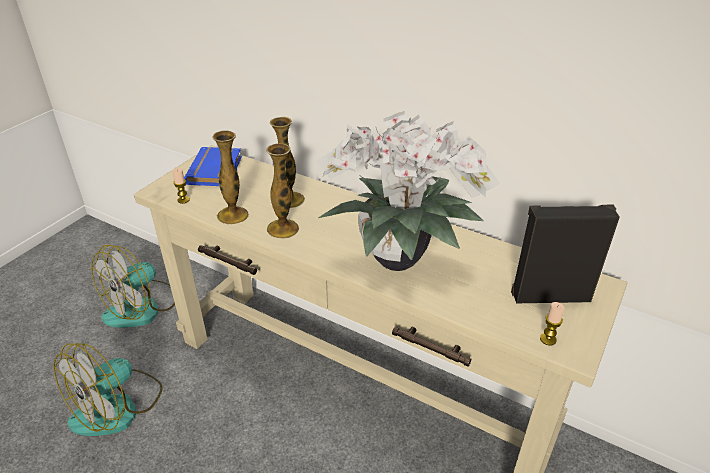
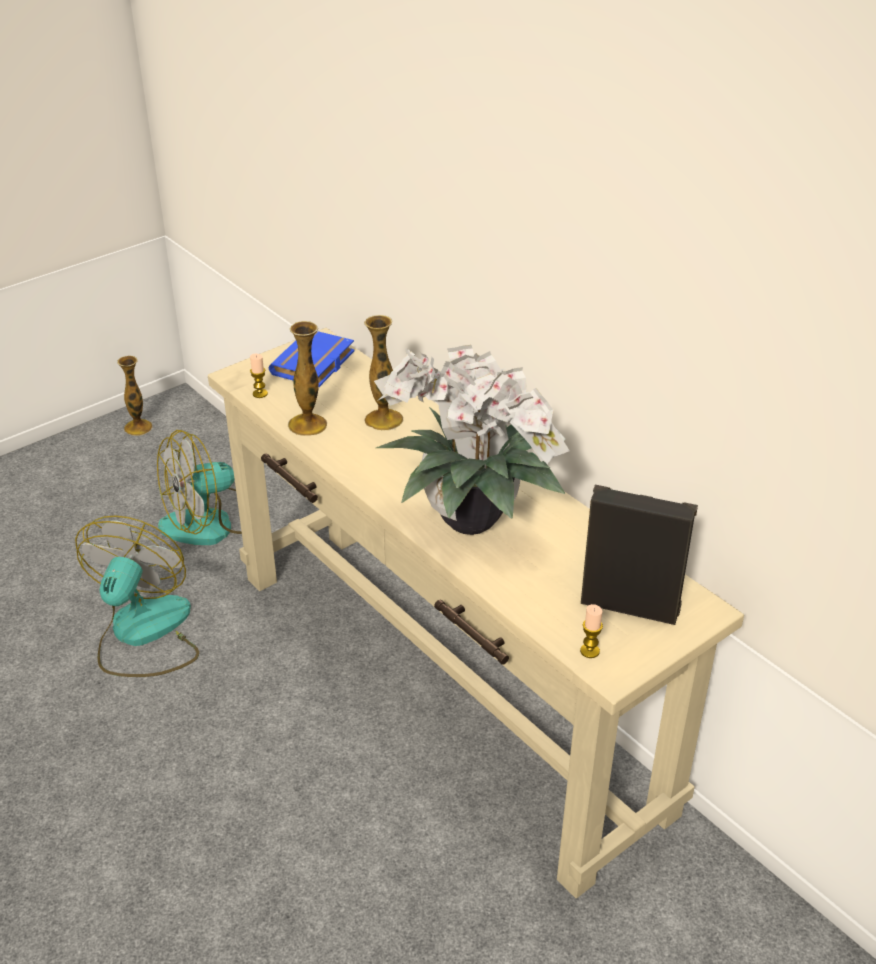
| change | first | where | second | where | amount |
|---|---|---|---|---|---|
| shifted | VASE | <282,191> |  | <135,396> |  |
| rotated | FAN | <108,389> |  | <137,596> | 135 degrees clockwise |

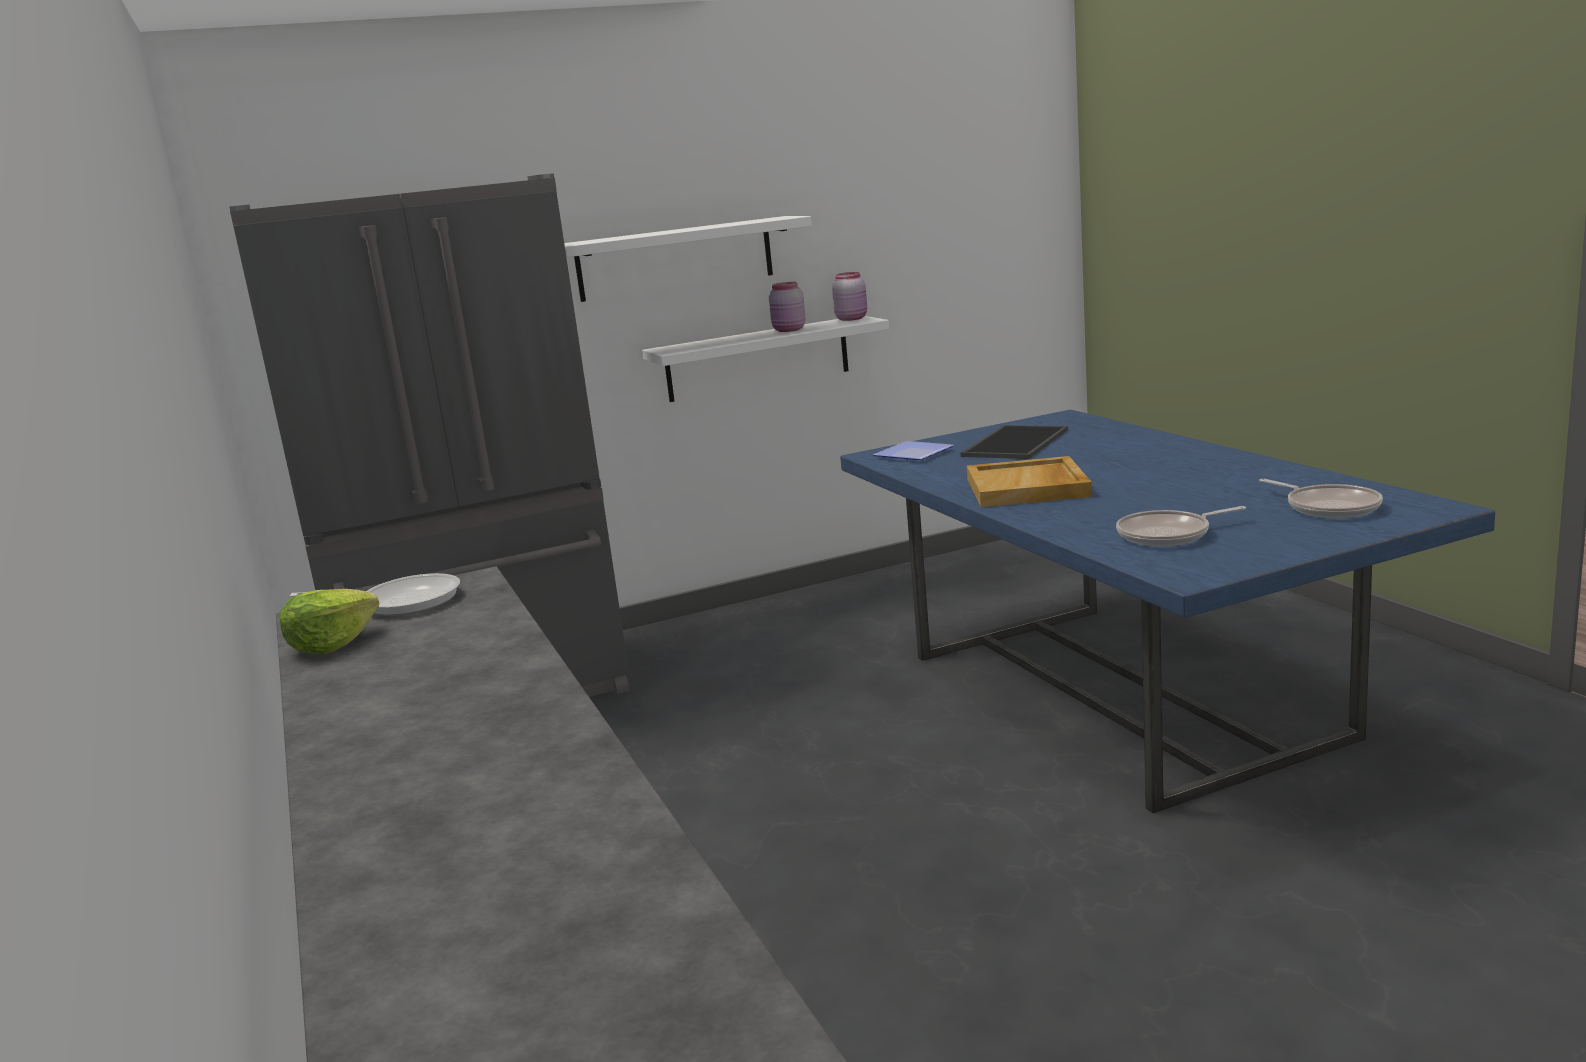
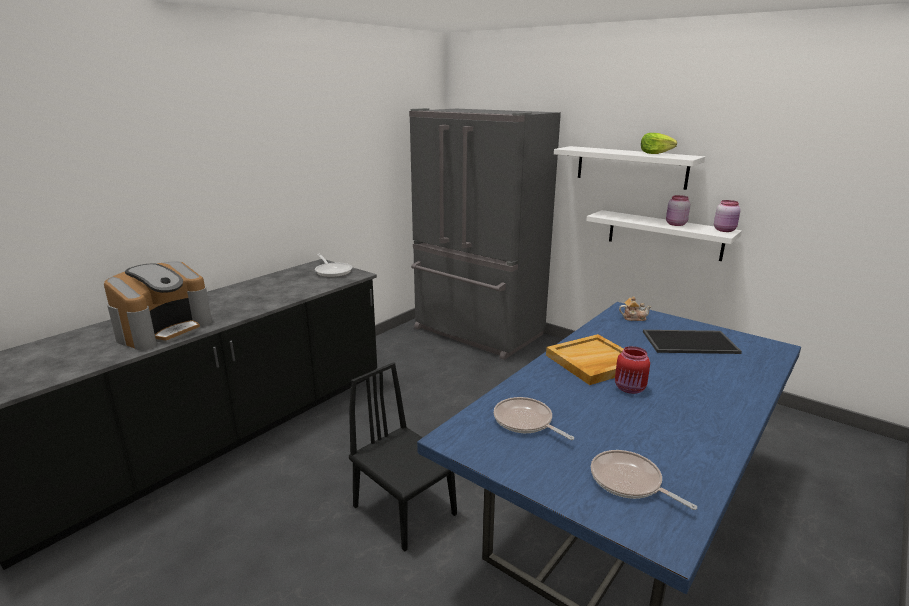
| change | first | where | second | where | amount |
|---|---|---|---|---|---|
| swapped | PLATE | <913,450> | TEAPOT | <635,308> |  |
| rotated | FRYING PAN | <1321,498> |  | <644,480> | 105 degrees clockwise |
| shifted | LETTUCE | <330,621> |  | <659,143> |  |
| new |  |  | COFFEE MACHINE | <158,305> |  |
| new |  |  | RED JAR | <632,370> |  |
| new |  |  | BLACK CHAIR | <403,456> |  |

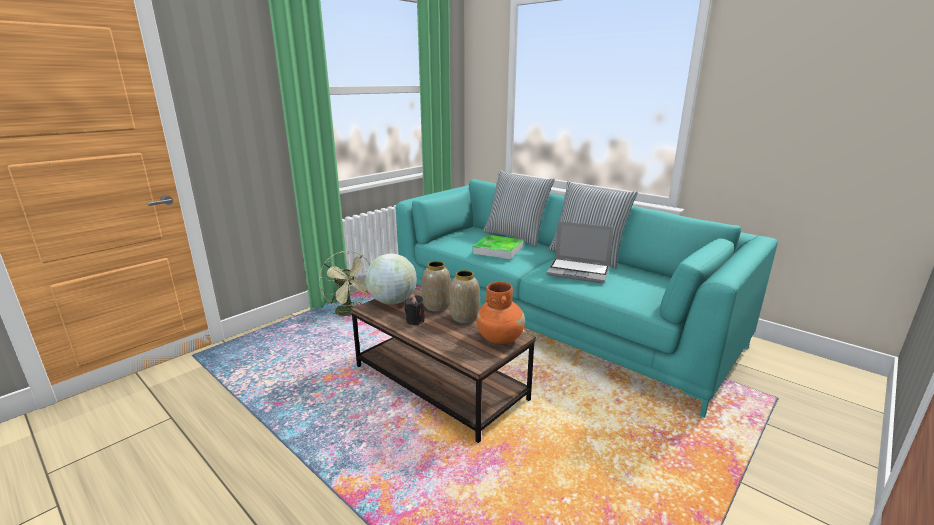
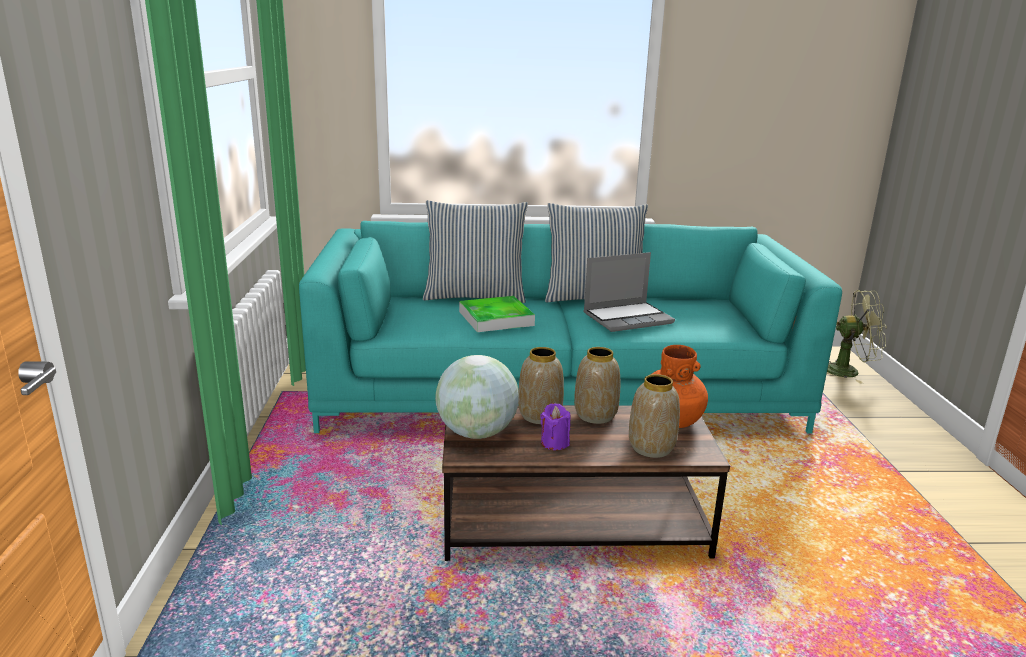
| change | first | where | second | where | amount |
|---|---|---|---|---|---|
| shifted | GREEN FAN | <344,283> |  | <857,337> |  |
| repainted | BLACK CANDLE | <415,310> | PURPLE CANDLE | <555,426> |  |
| new |  |  | VASE | <654,416> |  |

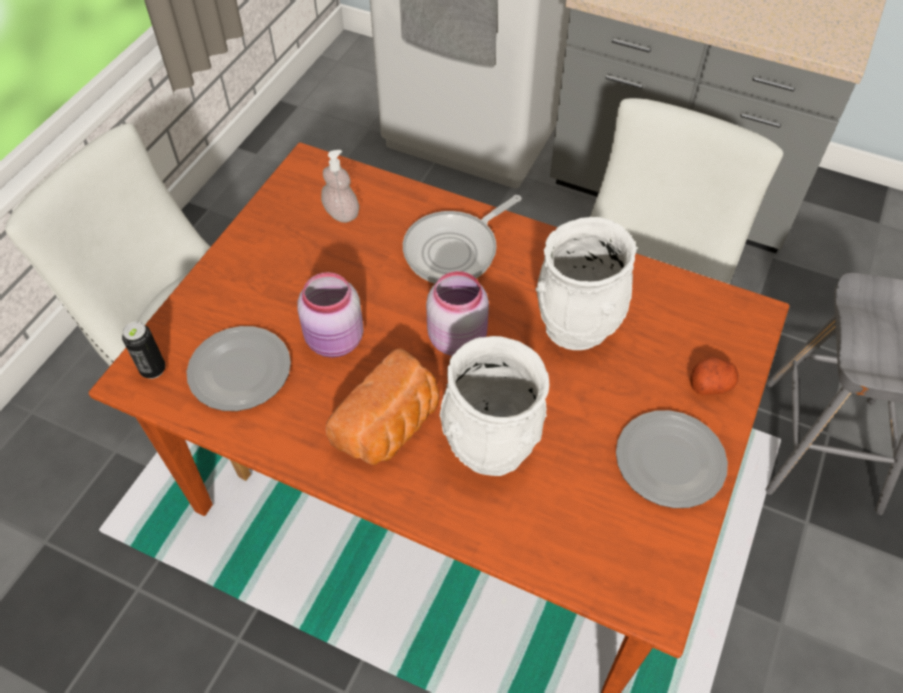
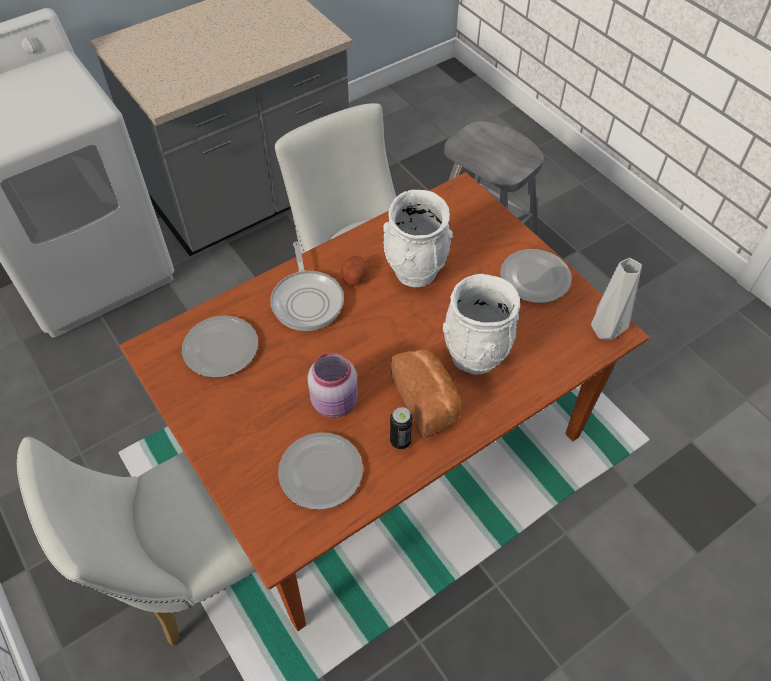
| change | first | where | second | where | amount |
|---|---|---|---|---|---|
| swapped | SOAP DISPENSER | <340,186> | PLATE | <220,346> |  |
| gone | PINK JAR | <457,313> |  |  |  |
| shifted | CAN | <144,350> |  | <401,428> |  |
| shifted | POTATO | <714,376> |  | <354,270> |  |
| new |  |  | GREY VASE | <616,299> |  |

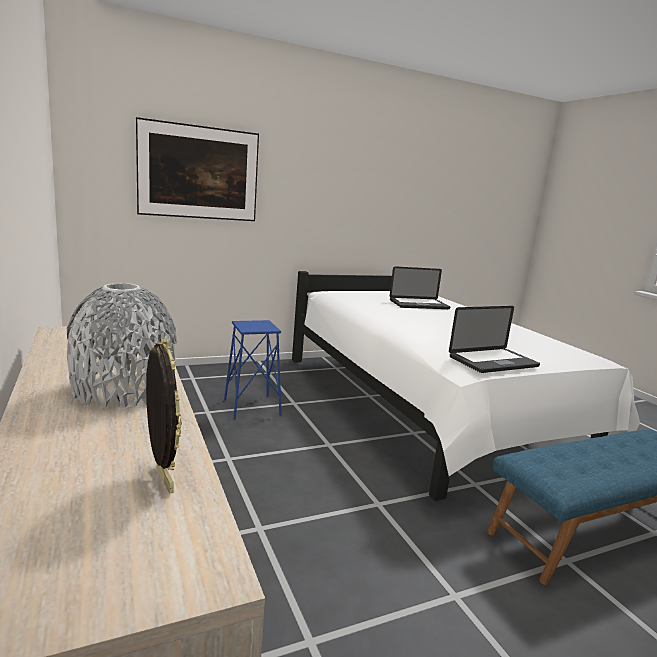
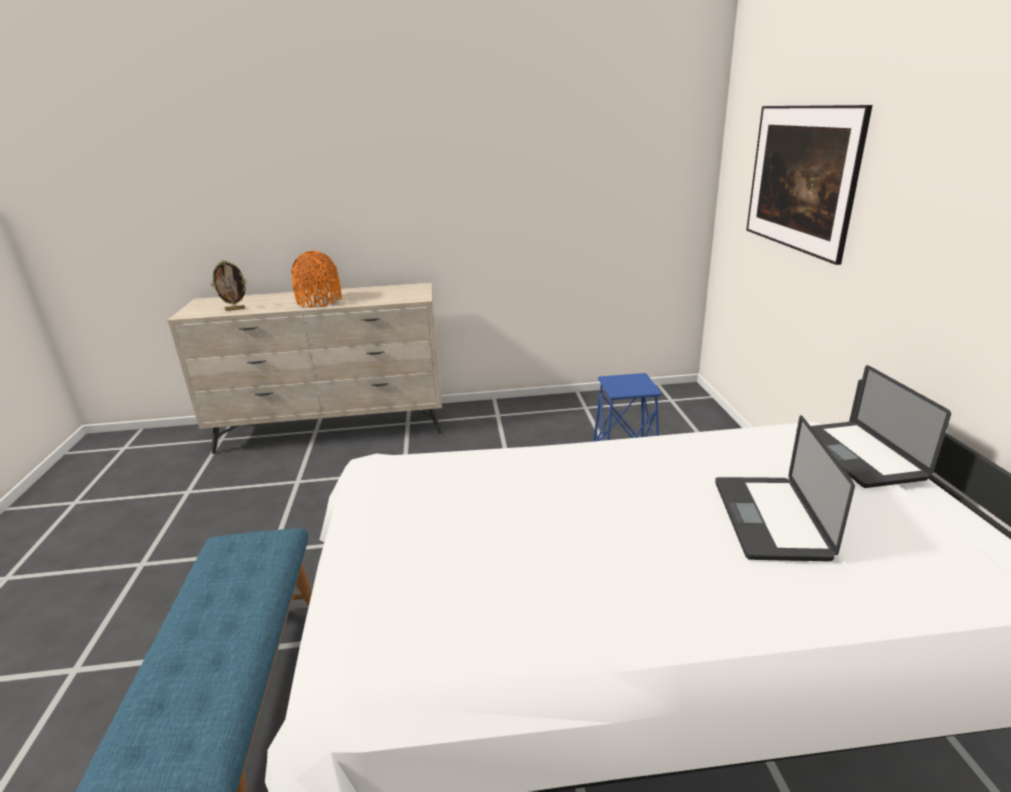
| change | first | where | second | where | amount |
|---|---|---|---|---|---|
| repainted | GREY VASE | <122,346> | ORANGE VASE | <316,279> |  |
| shifted | LAPTOP | <494,339> |  | <881,426> |  |

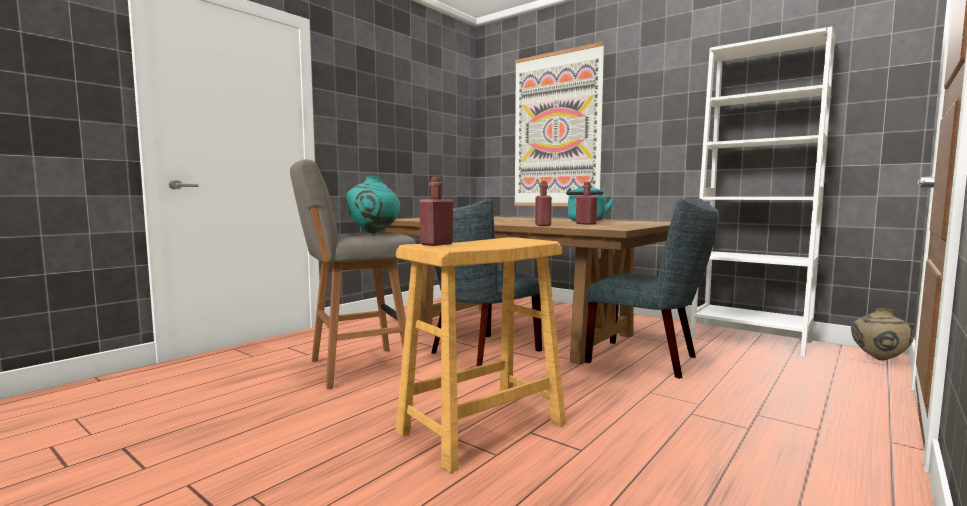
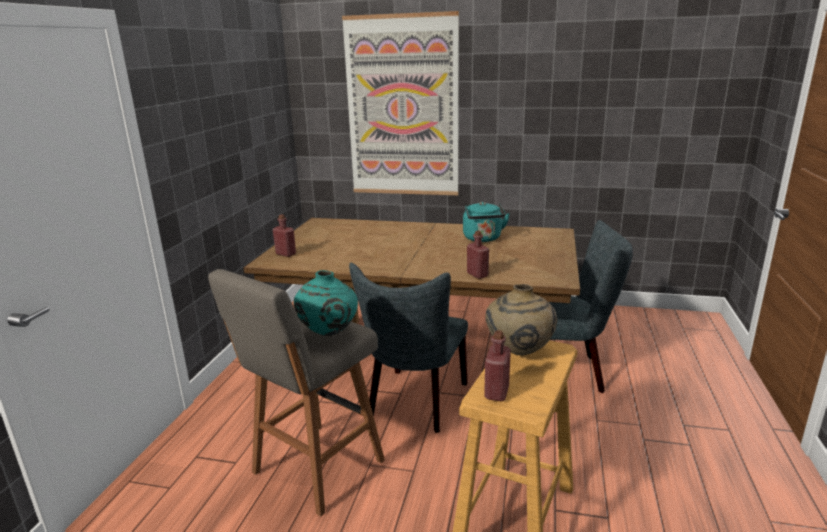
| change | first | where | second | where | amount |
|---|---|---|---|---|---|
| gone | WHITE BOOKCASE | <762,191> |  |  |  |
| shifted | RED BOTTLE | <587,203> |  | <284,235> |  |
| shifted | BEIGE VASE | <882,334> |  | <521,320> |  |

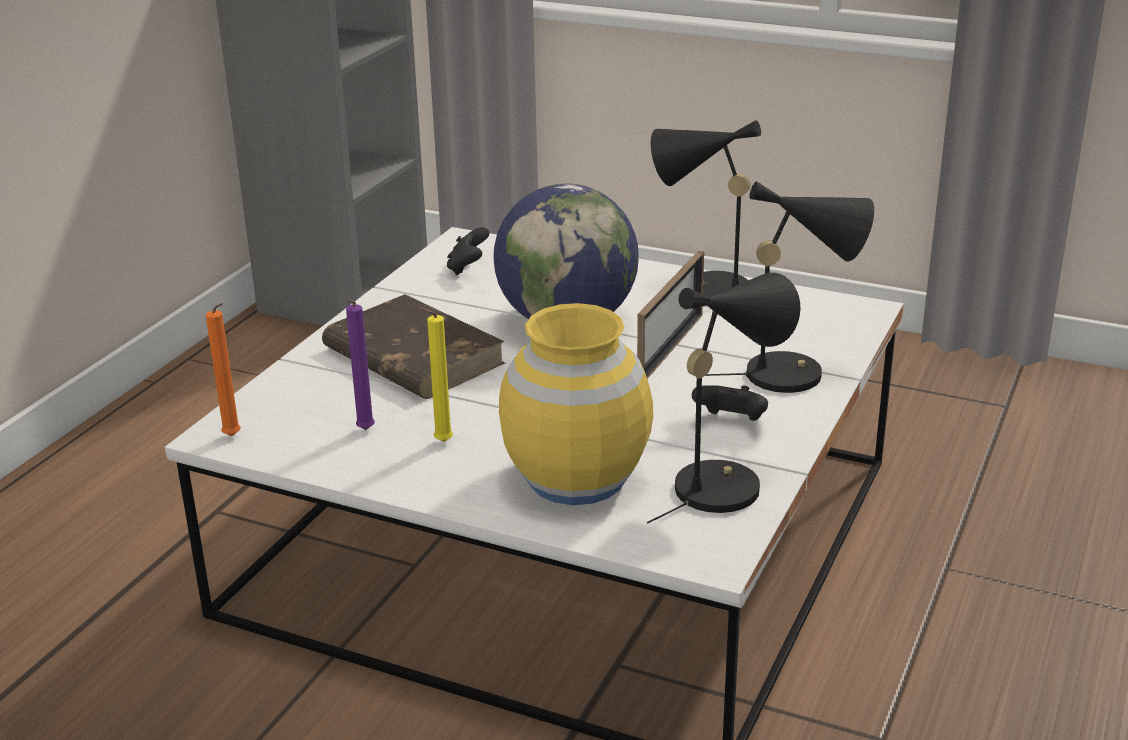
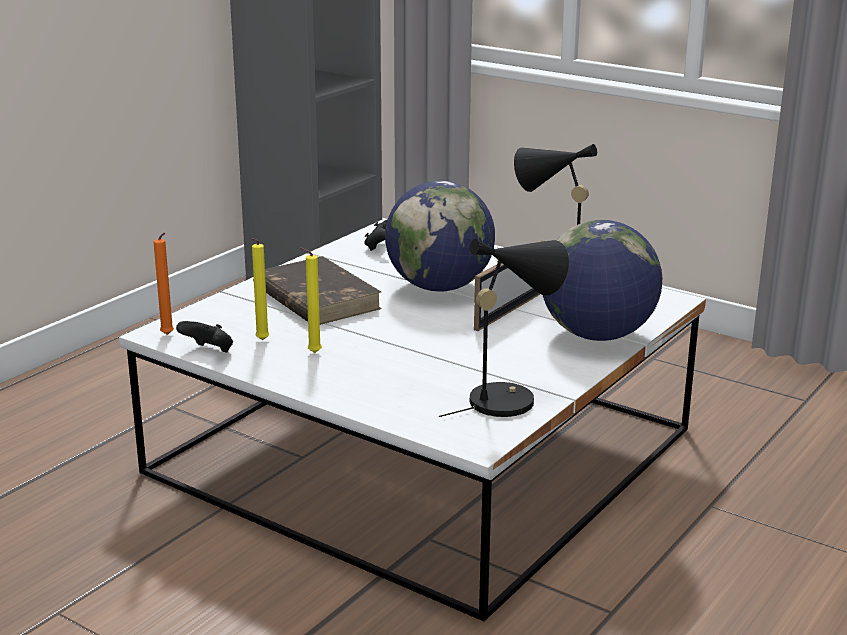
| change | first | where | second | where | amount |
|---|---|---|---|---|---|
| swapped | BLACK TABLE LAMP | <789,287> | GLOBE | <602,280> |  |
| repainted | PURPLE CANDLE | <360,365> | YELLOW CANDLE | <260,289> |  |
| gone | YELLOW VASE | <576,404> |  |  |  |
| shifted | BLACK GAME CONTROLLER | <730,403> |  | <204,337> |  |

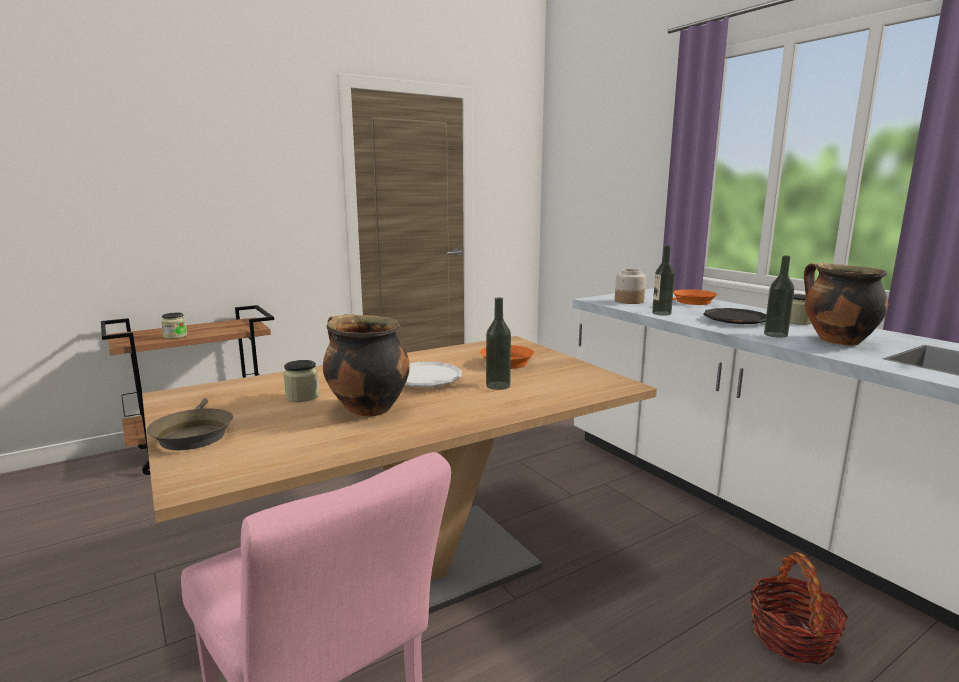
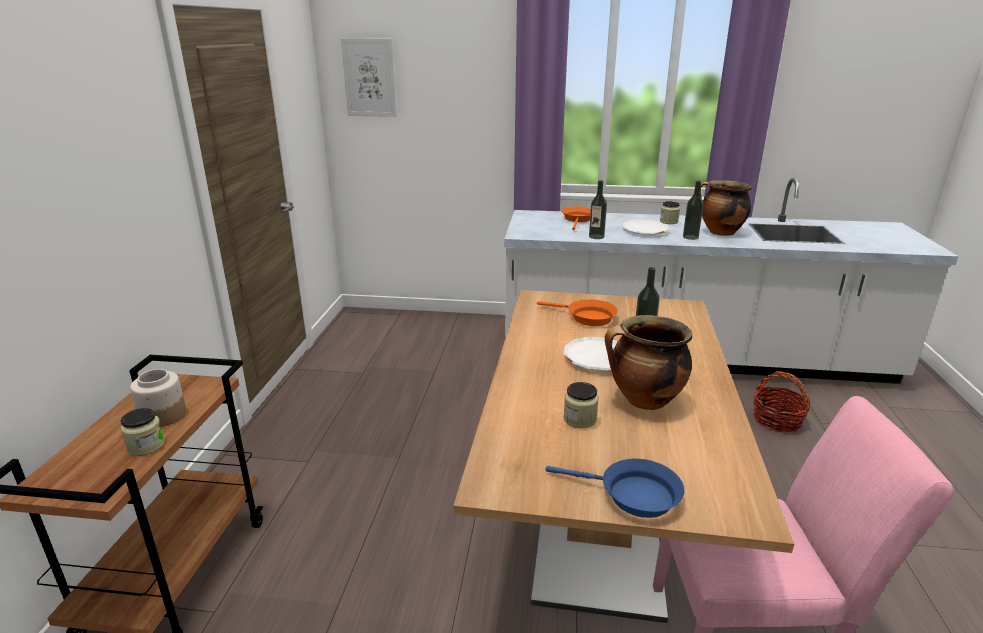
| change | first | where | second | where | amount |
|---|---|---|---|---|---|
| shifted | JAR | <630,286> |  | <158,398> |  |
| repainted | BLACK PLATE | <735,316> | WHITE PLATE | <645,227> |  |
| repainted | BROWN FRYING PAN | <190,424> | BLUE FRYING PAN | <614,488> |  |
| new |  |  | PICTURE | <368,77> |  |

